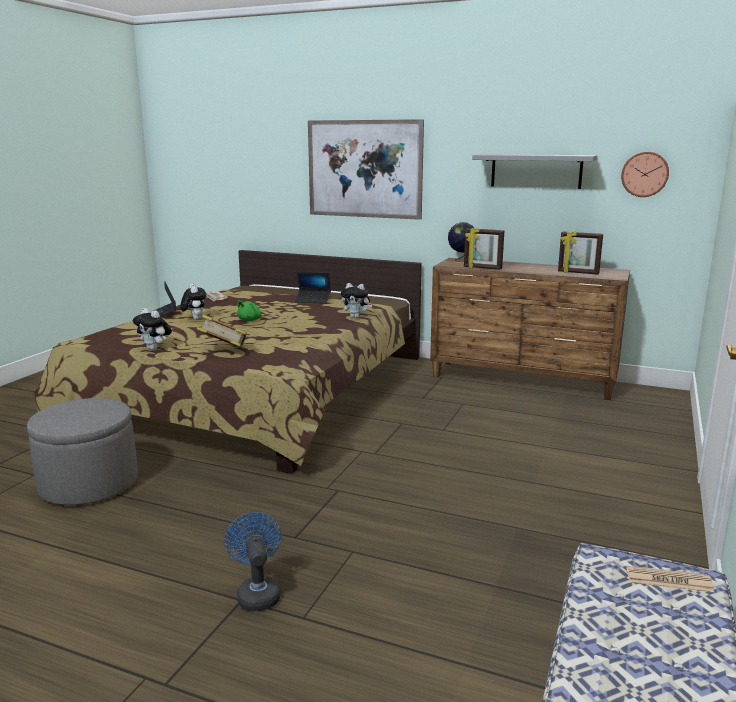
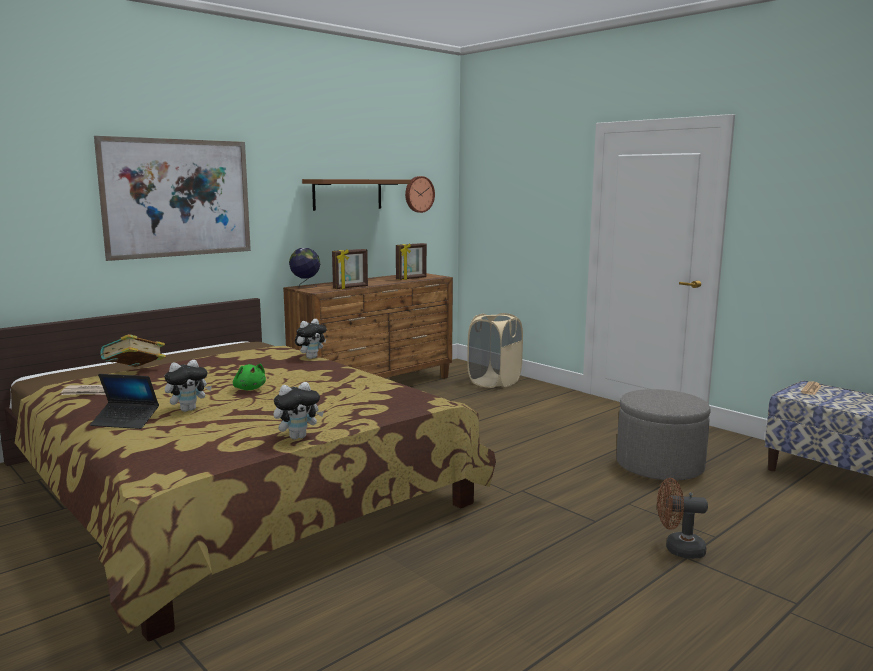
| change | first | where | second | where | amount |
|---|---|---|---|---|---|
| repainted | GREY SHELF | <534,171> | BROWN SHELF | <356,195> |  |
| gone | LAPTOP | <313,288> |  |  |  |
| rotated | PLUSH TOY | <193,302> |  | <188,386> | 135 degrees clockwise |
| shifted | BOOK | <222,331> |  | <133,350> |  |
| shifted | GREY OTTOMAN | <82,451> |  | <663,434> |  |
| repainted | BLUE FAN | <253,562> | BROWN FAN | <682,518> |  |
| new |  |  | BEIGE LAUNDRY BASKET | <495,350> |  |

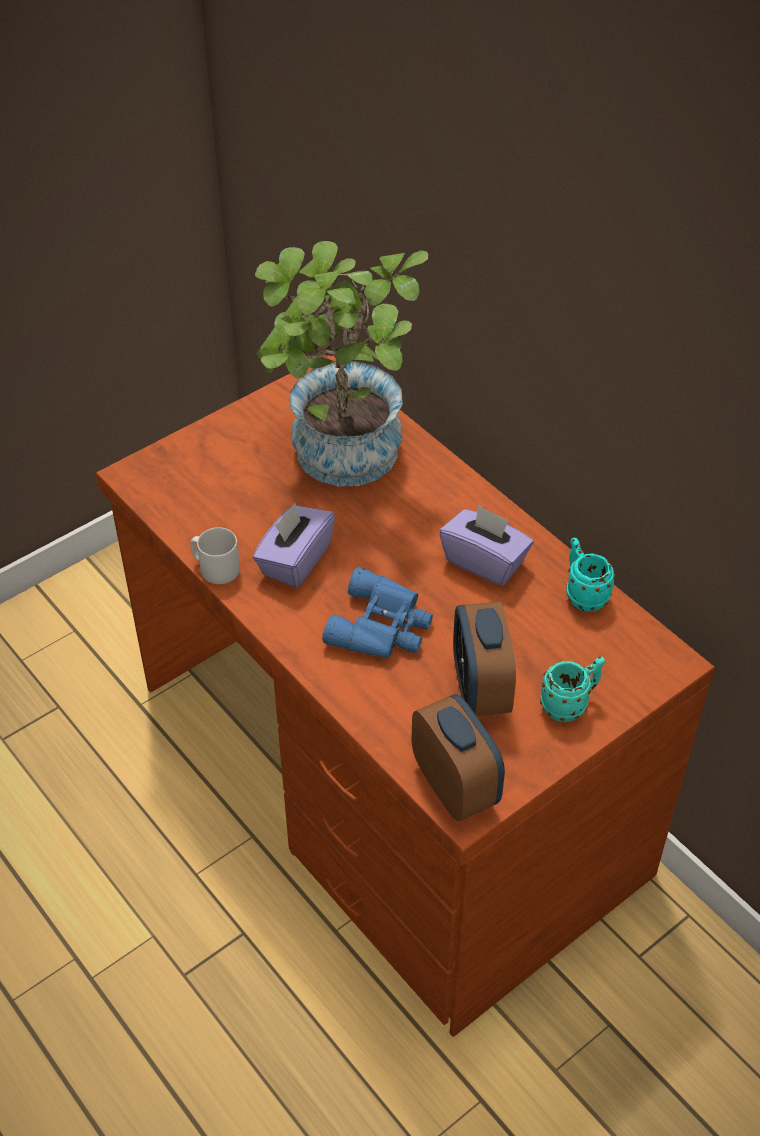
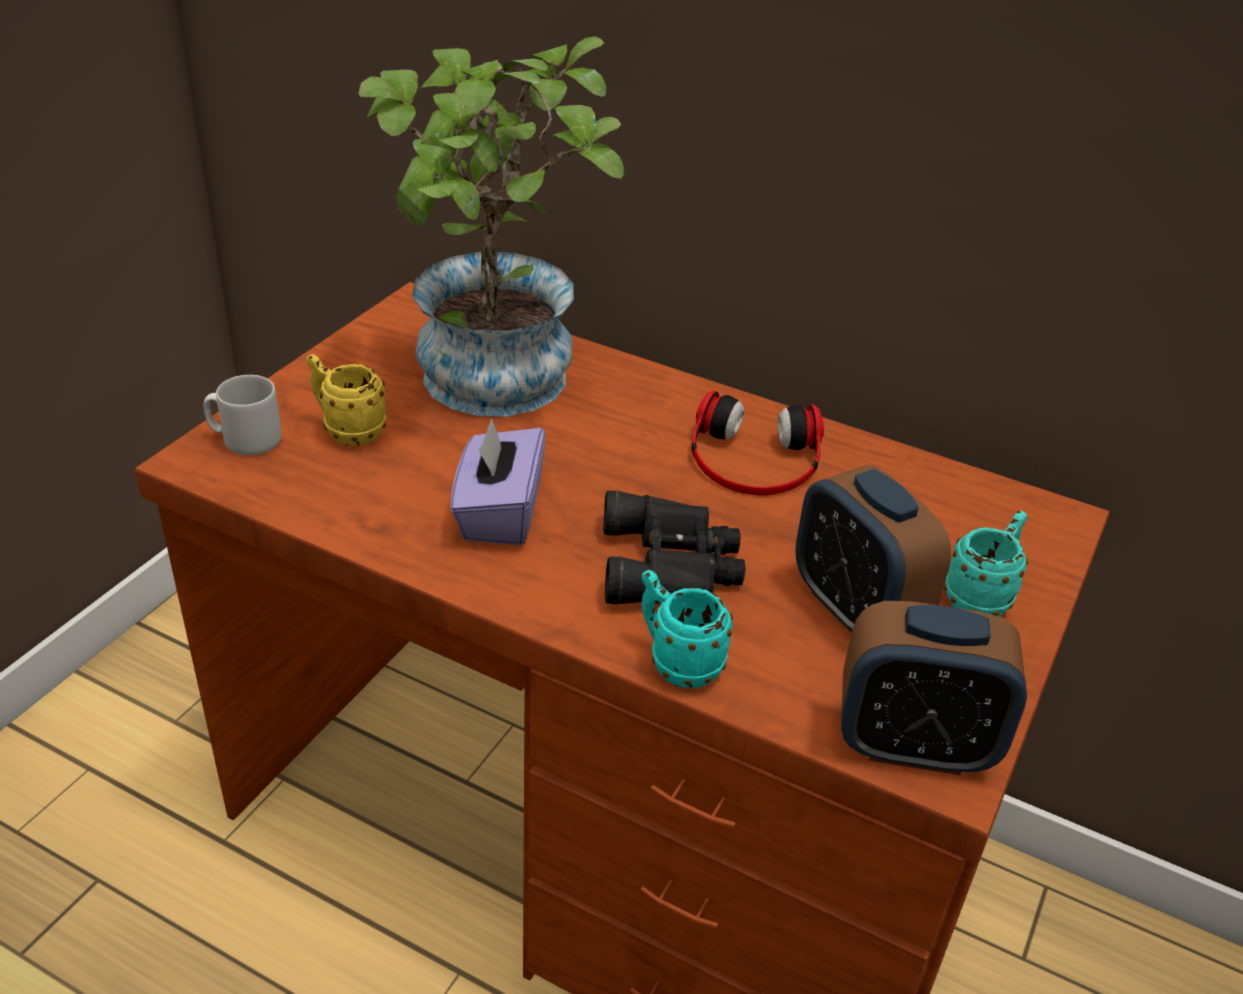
| change | first | where | second | where | amount |
|---|---|---|---|---|---|
| swapped | PURPLE TISSUE BOX | <486,545> | HEADPHONES | <757,442> |  |
| shifted | GREY MUG | <215,555> |  | <242,415> |  |
| shifted | TURQUOISE MUG | <591,575> |  | <687,629> |  |
| repainted | BLUE BINOCULARS | <377,612> | BLACK BINOCULARS | <674,547> |  |
| rotated | ALARM CLOCK | <458,757> |  | <934,688> | 150 degrees clockwise |
| new |  |  | YELLOW MUG | <346,400> |  |

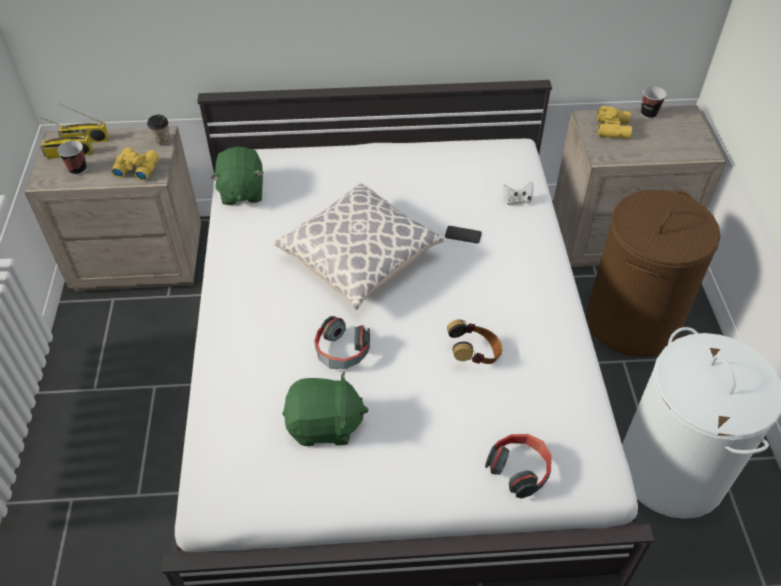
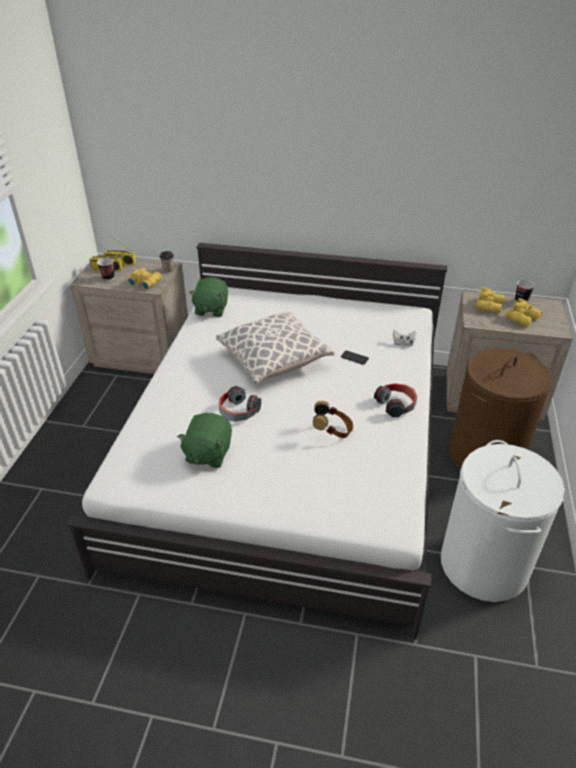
| change | first | where | second | where | amount |
|---|---|---|---|---|---|
| rotated | GREEN PLUSH TOY | <325,409> |  | <204,440> | 90 degrees clockwise |
| shifted | HEADPHONES | <518,466> |  | <395,400> |  |
| new |  |  | YELLOW BINOCULARS | <523,312> |  |

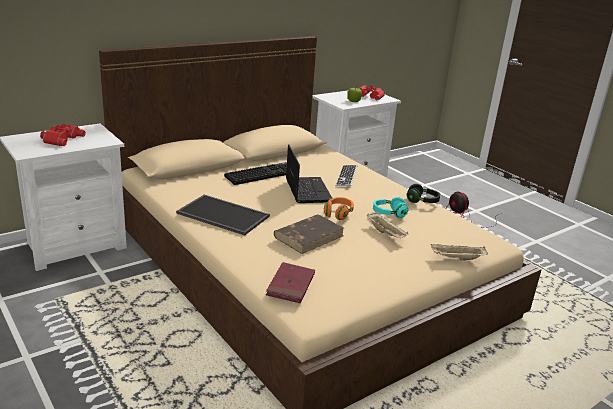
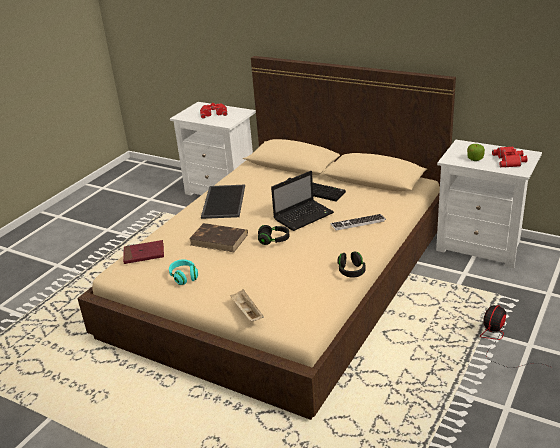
| change | first | where | second | where | amount |
|---|---|---|---|---|---|
| repainted | ORANGE HEADPHONES | <339,208> | BLACK HEADPHONES | <273,235> |  |
| shifted | TURQUOISE HEADPHONES | <390,207> |  | <183,272> |  |
| gone | BEIGE TRAY | <387,225> |  |  |  |

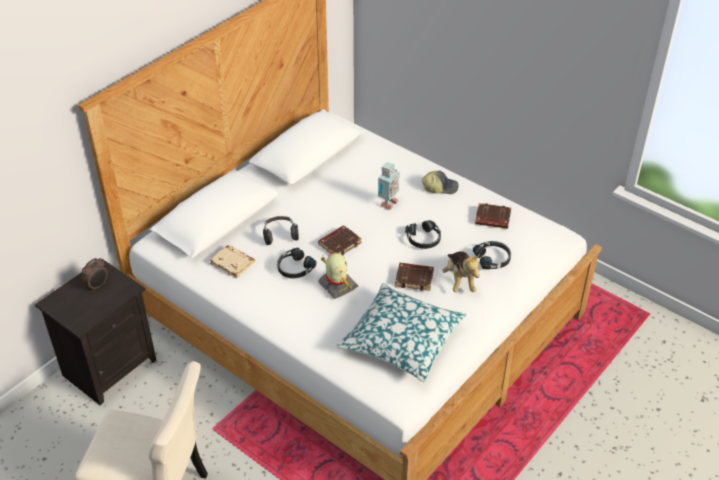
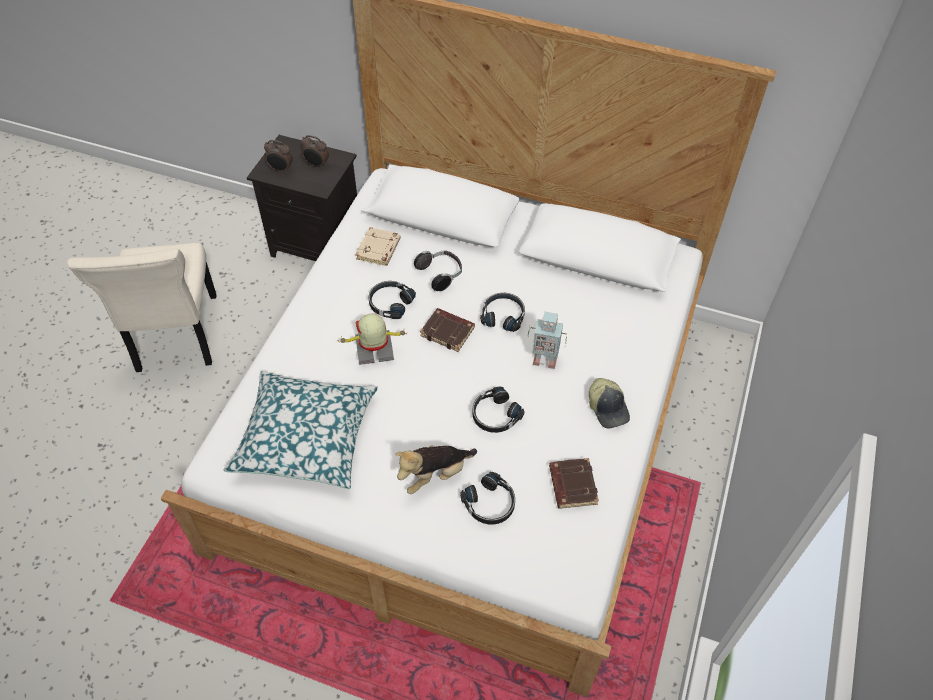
| change | first | where | second | where | amount |
|---|---|---|---|---|---|
| rotated | TOY ROBOT | <338,275> |  | <372,339> | 135 degrees counterclockwise |
| gone | BROWN BOOK | <414,277> |  |  |  |
| new |  |  | ALARM CLOCK | <278,156> |  |
| new |  |  | BLACK HEADPHONES | <502,312> |  |

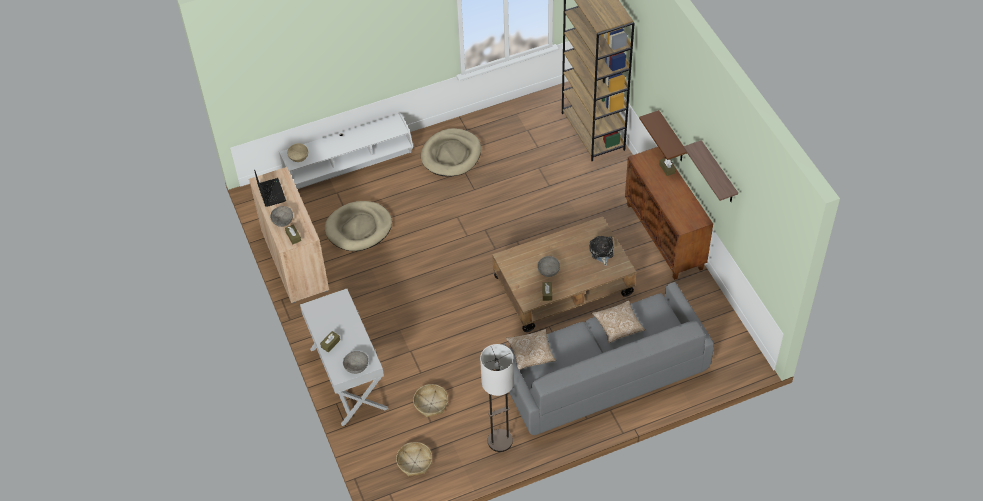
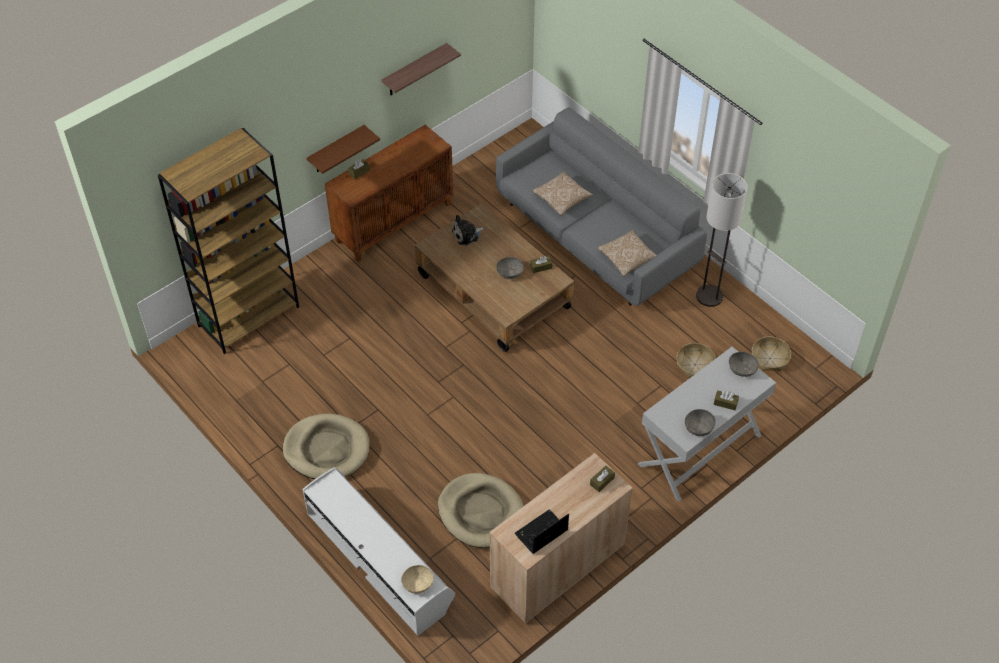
| change | first | where | second | where | amount |
|---|---|---|---|---|---|
| shifted | GREY BOWL | <281,216> |  | <700,422> |  |

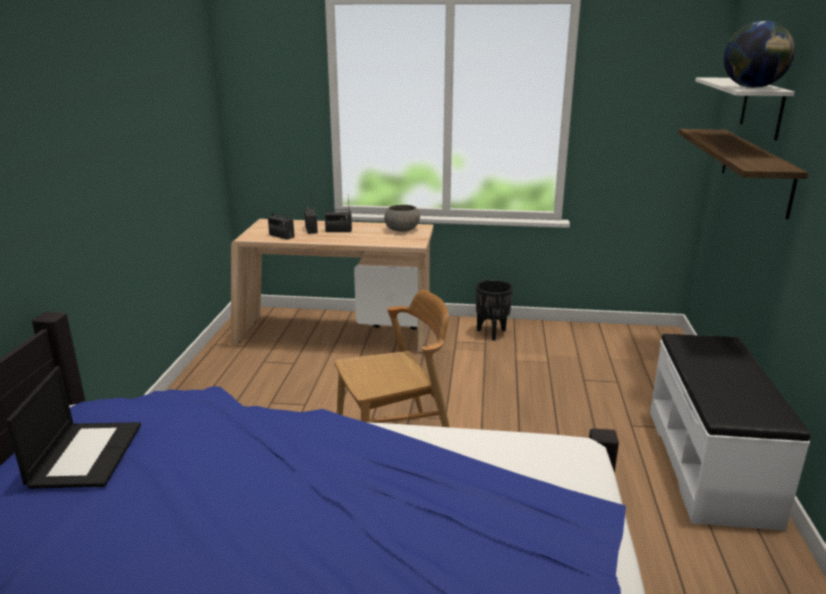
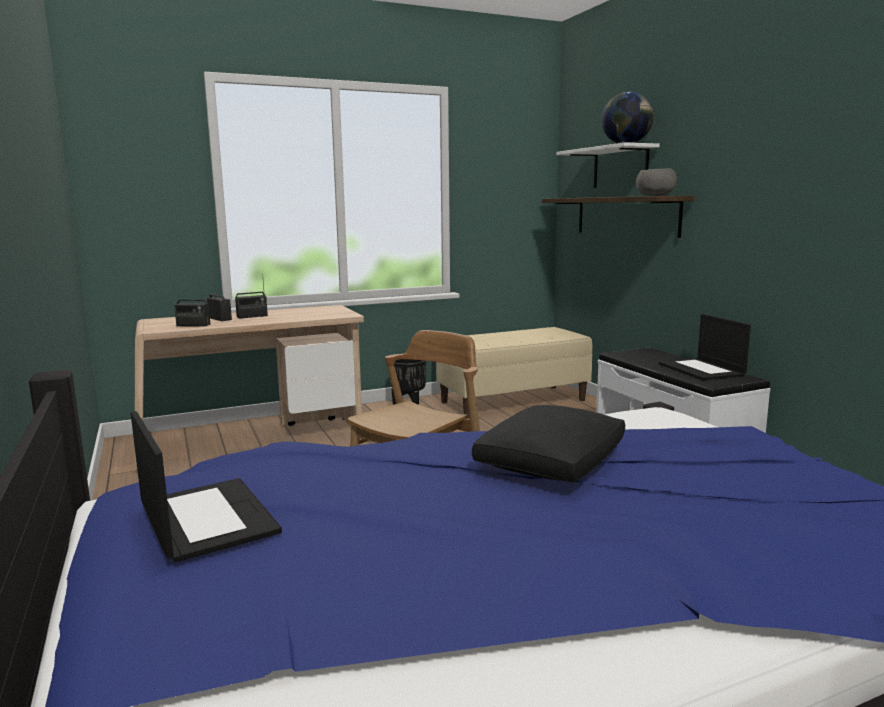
| change | first | where | second | where | amount |
|---|---|---|---|---|---|
| shifted | GREY BOWL | <402,218> |  | <656,182> |  |
| new |  |  | LAPTOP | <705,347> |  |
| new |  |  | BEIGE BENCH | <514,372> |  |
| new |  |  | BLACK PILLOW | <548,443> |  |

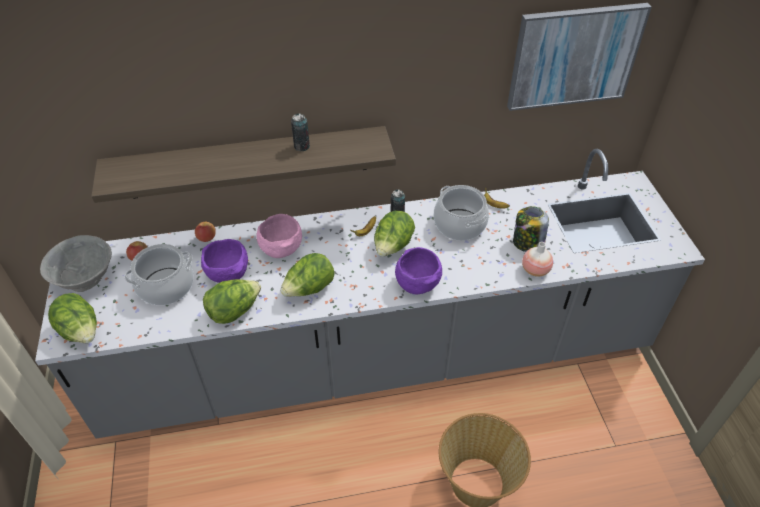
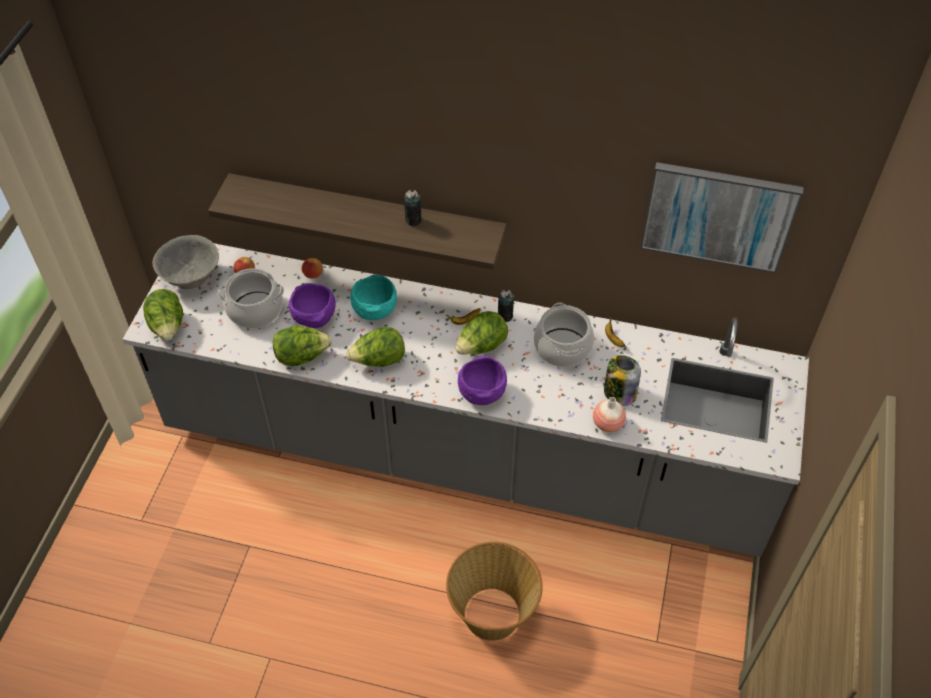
| change | first | where | second | where | amount |
|---|---|---|---|---|---|
| repainted | PINK BOWL | <279,236> | TURQUOISE BOWL | <373,297> |  |

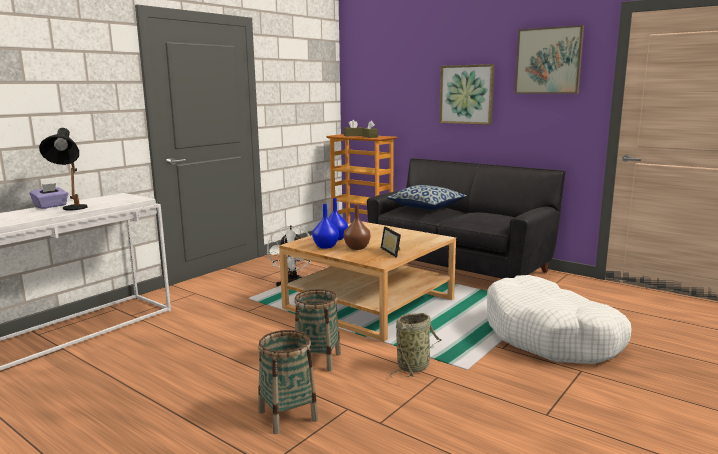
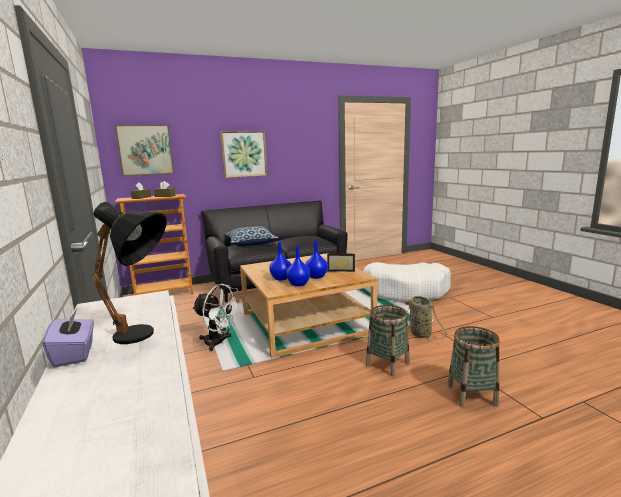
| change | first | where | second | where | amount |
|---|---|---|---|---|---|
| shifted | PICTURE | <549,59> |  | <144,150> |  |
| repainted | BROWN VASE | <357,227> | BLUE VASE | <316,260> |  |

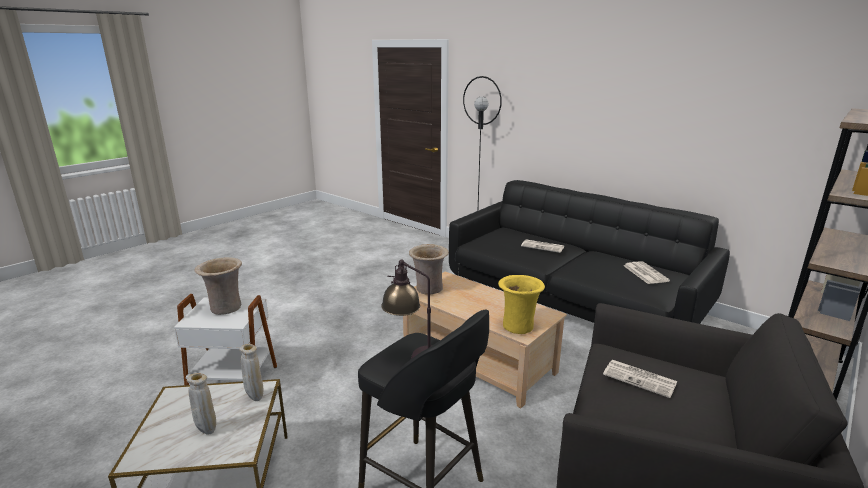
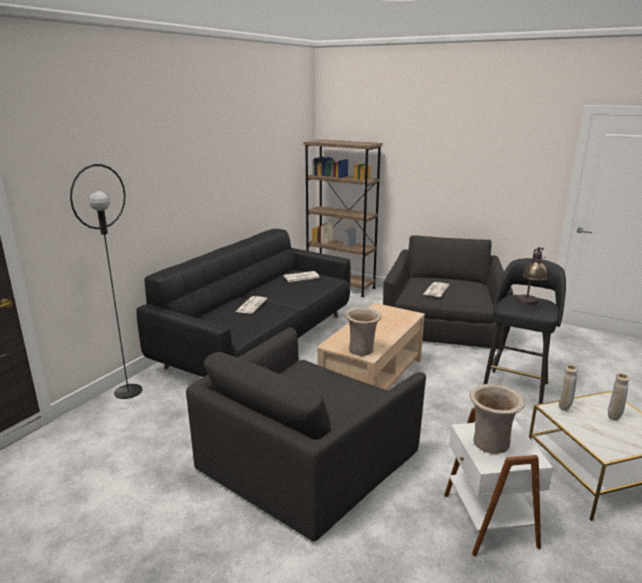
| change | first | where | second | where | amount |
|---|---|---|---|---|---|
| gone | YELLOW VASE | <521,304> |  |  |  |
| new |  |  | BLACK ARMCHAIR | <306,434> |  |

